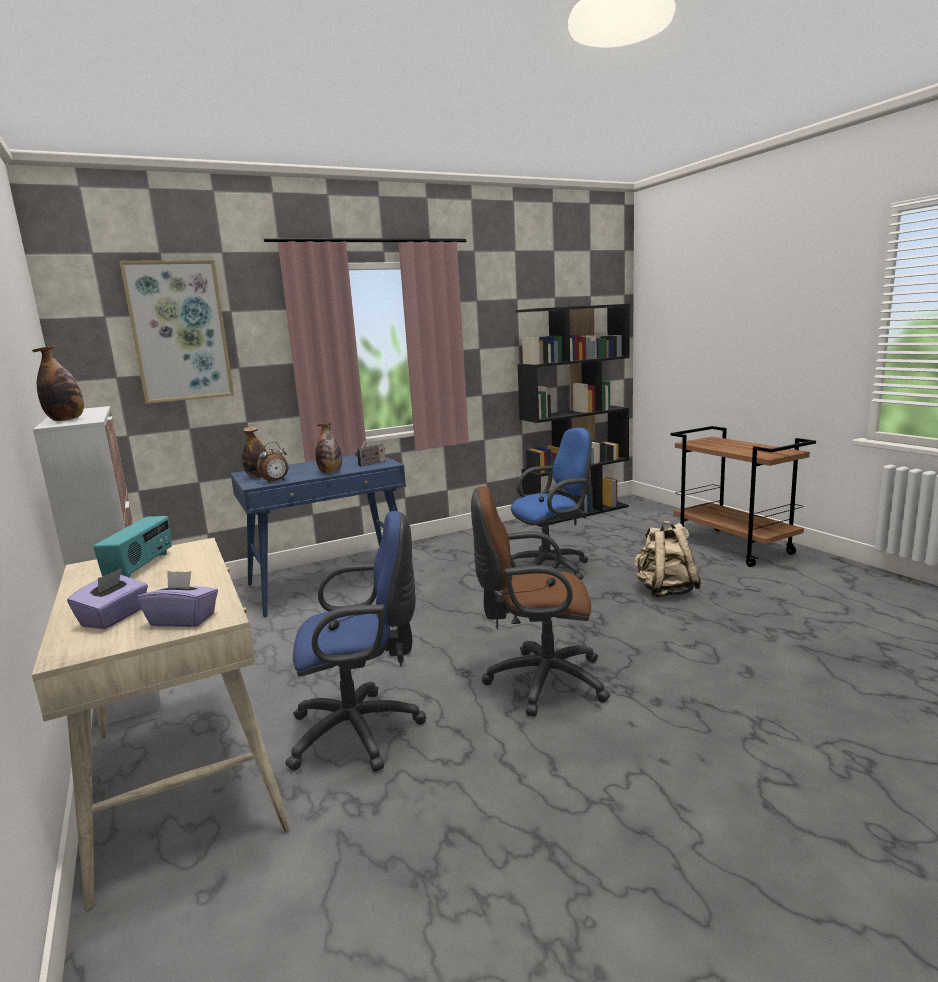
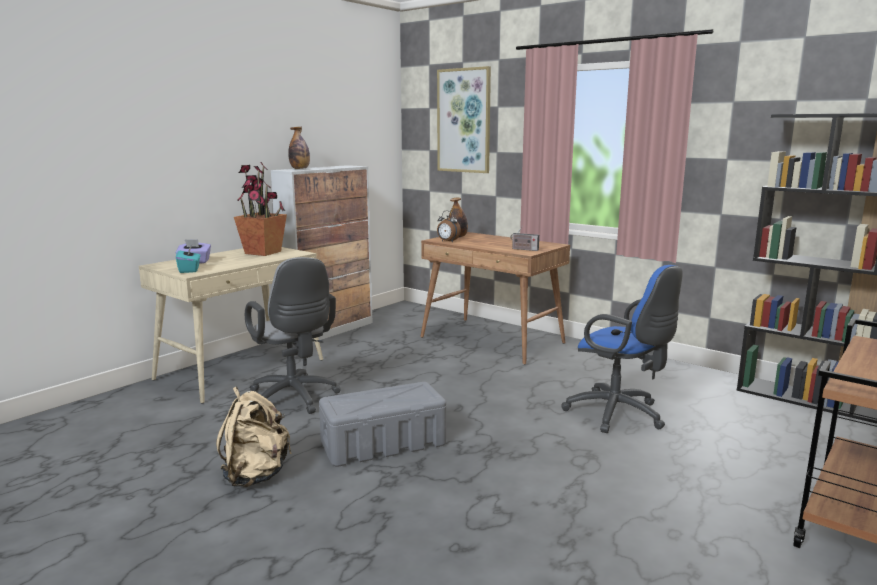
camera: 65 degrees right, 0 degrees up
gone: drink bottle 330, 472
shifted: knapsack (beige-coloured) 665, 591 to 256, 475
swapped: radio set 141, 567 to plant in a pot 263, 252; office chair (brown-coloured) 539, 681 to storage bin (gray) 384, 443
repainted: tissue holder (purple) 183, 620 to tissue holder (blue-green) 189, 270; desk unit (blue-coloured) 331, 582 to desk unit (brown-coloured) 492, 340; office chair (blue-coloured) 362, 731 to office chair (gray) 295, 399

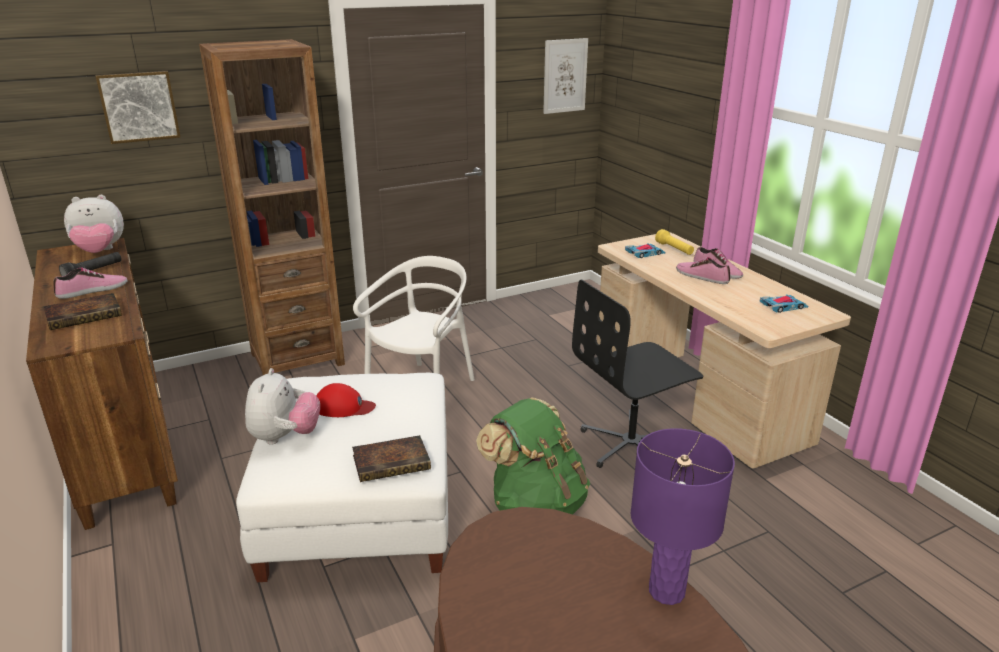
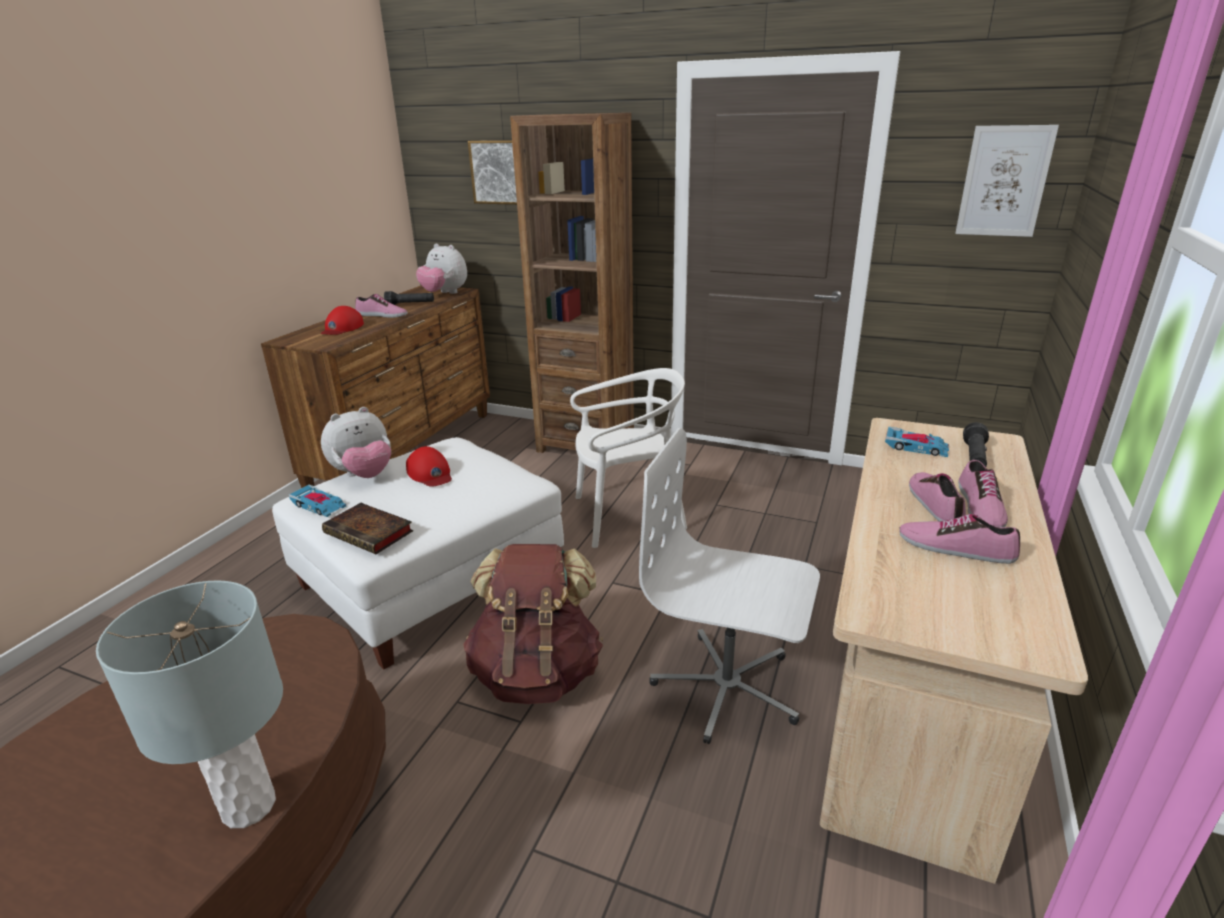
camera: 50 degrees right, 0 degrees up
new: item of footwear 955, 548
shifted: model car 783, 306 to 319, 505
swapped: bound book 86, 315 to baseball cap (reddish) 342, 328
repainted: knapsack (green-coloured) 535, 504 to knapsack (brown-coloured) 537, 673; office chair (black) 632, 445 to office chair (whitish) 727, 688; lamp for a table (purple) 666, 591 to lamp for a table (gray) 250, 806; hand torch (yellowish) 674, 249 to hand torch (black) 974, 458

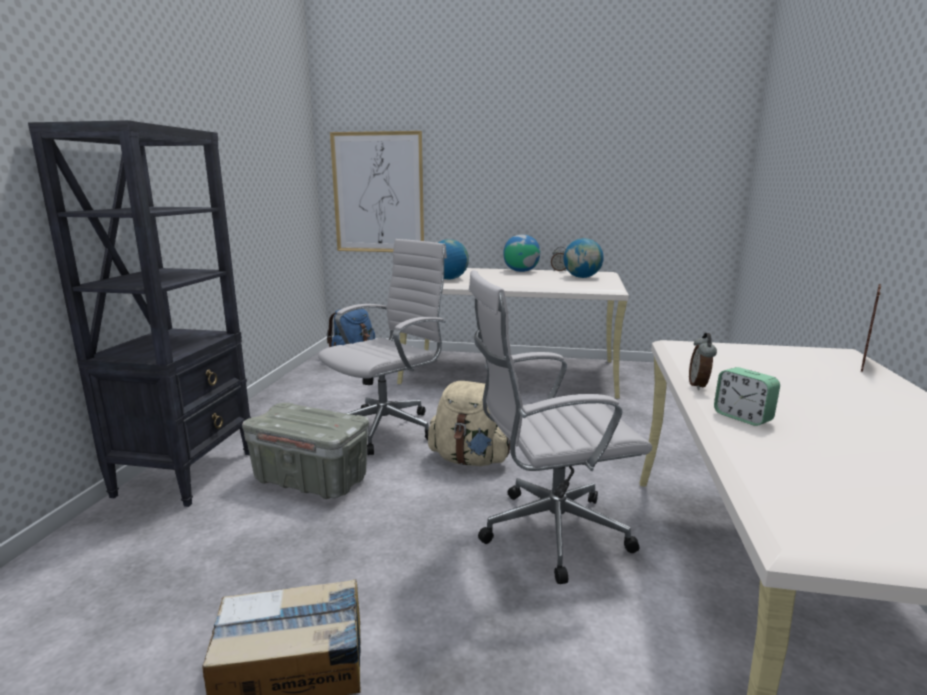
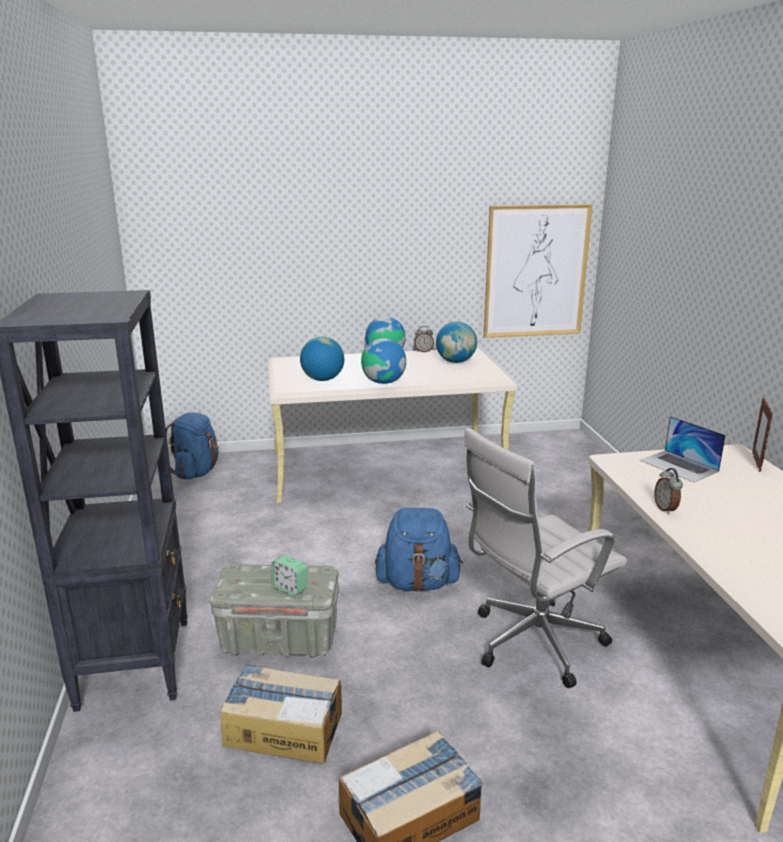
camera: 20 degrees left, 5 degrees up
gone: office chair (whitish) 389, 428
new: cardboard box 283, 728; globe 383, 382; laptop 679, 466
shifted: picture 378, 193 to 536, 271; alarm clock 742, 417 to 290, 588
repainted: knapsack (beige-coloured) 470, 459 to knapsack (blue-coloured) 418, 583

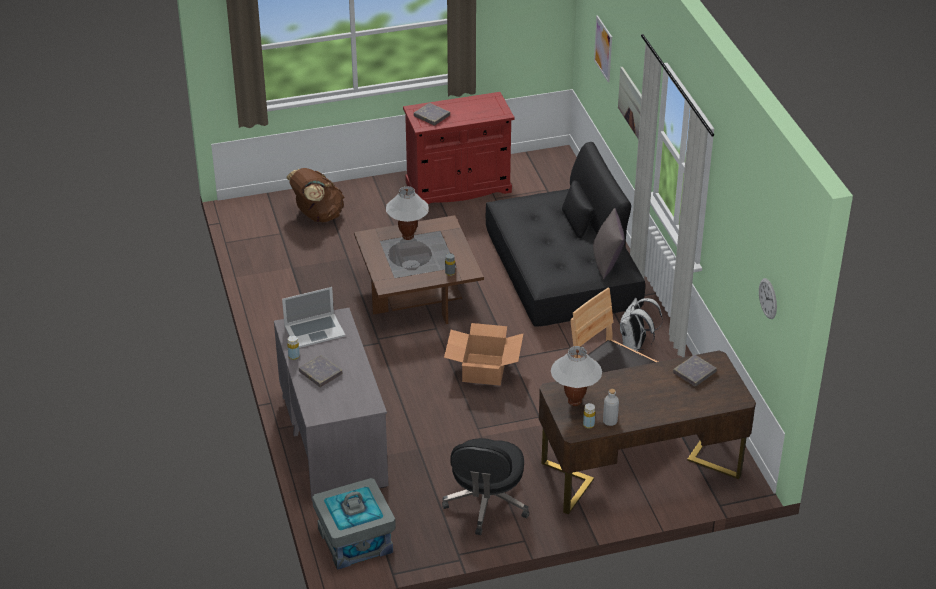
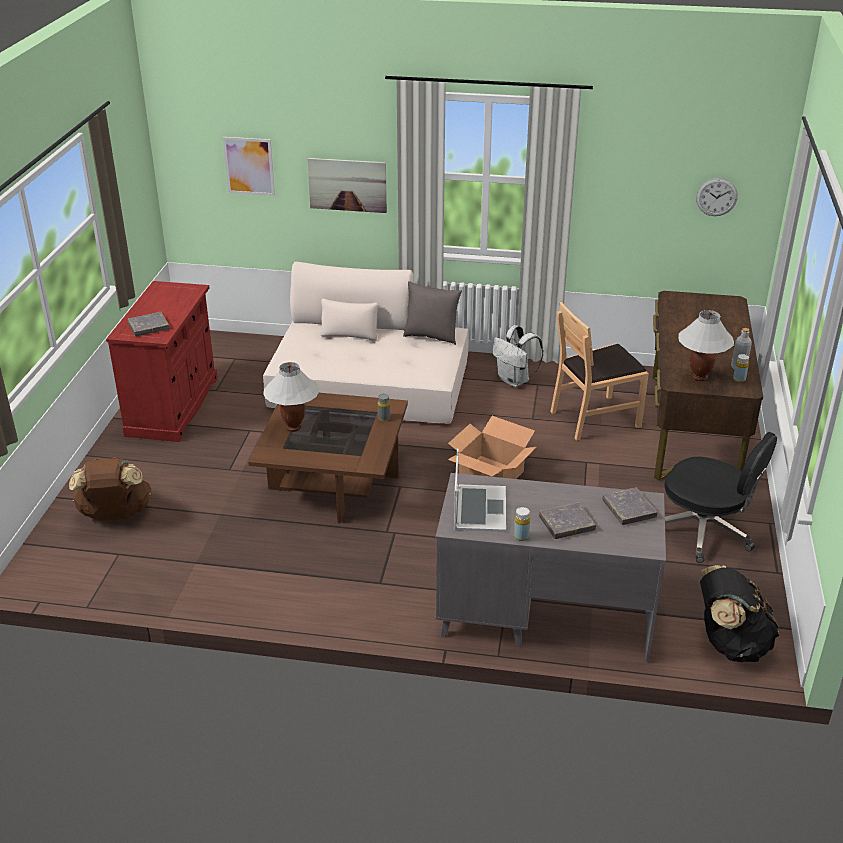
camera: 65 degrees left, 5 degrees down
shifted: bound book (gray) 694, 373 to 629, 509
swapped: storage bin (gray) 355, 540 to knapsack (black) 730, 644
repainted: couch (black) 562, 270 to couch (beige-coloured) 370, 386

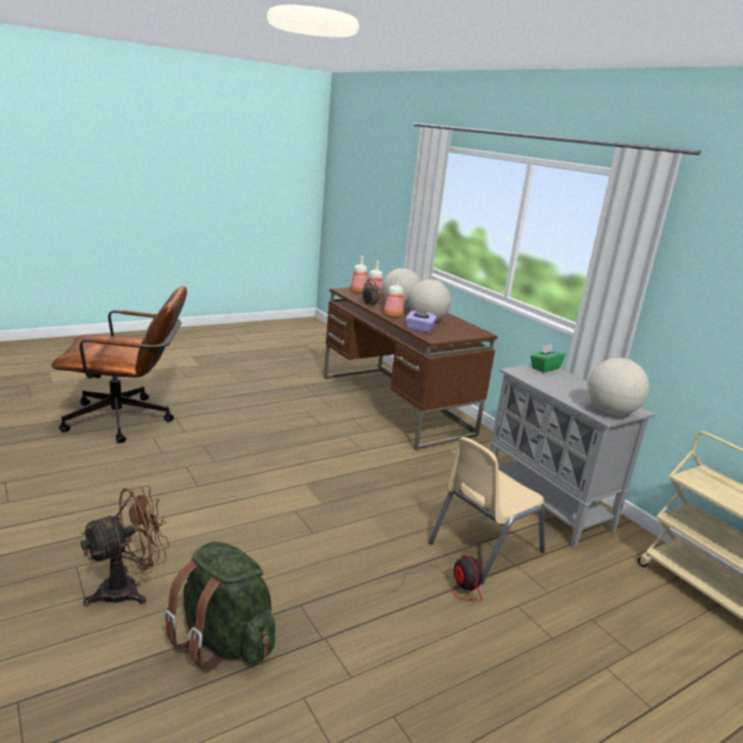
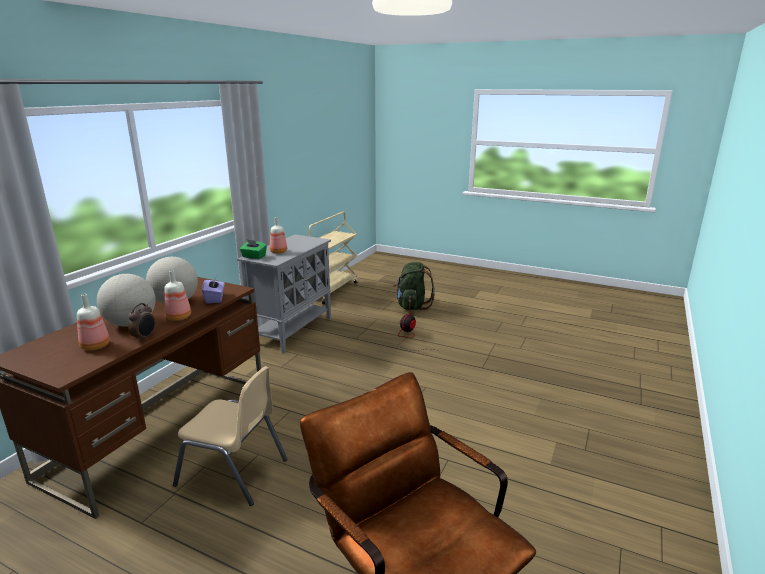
camera: 120 degrees left, 0 degrees up
gone: fan (brown-coloured) 129, 588; globe 611, 412
shifted: knapsack (green-coloured) 224, 641 to 412, 306; drink bottle 359, 292 to 278, 252; chair (beige-coloured) 484, 547 to 233, 472

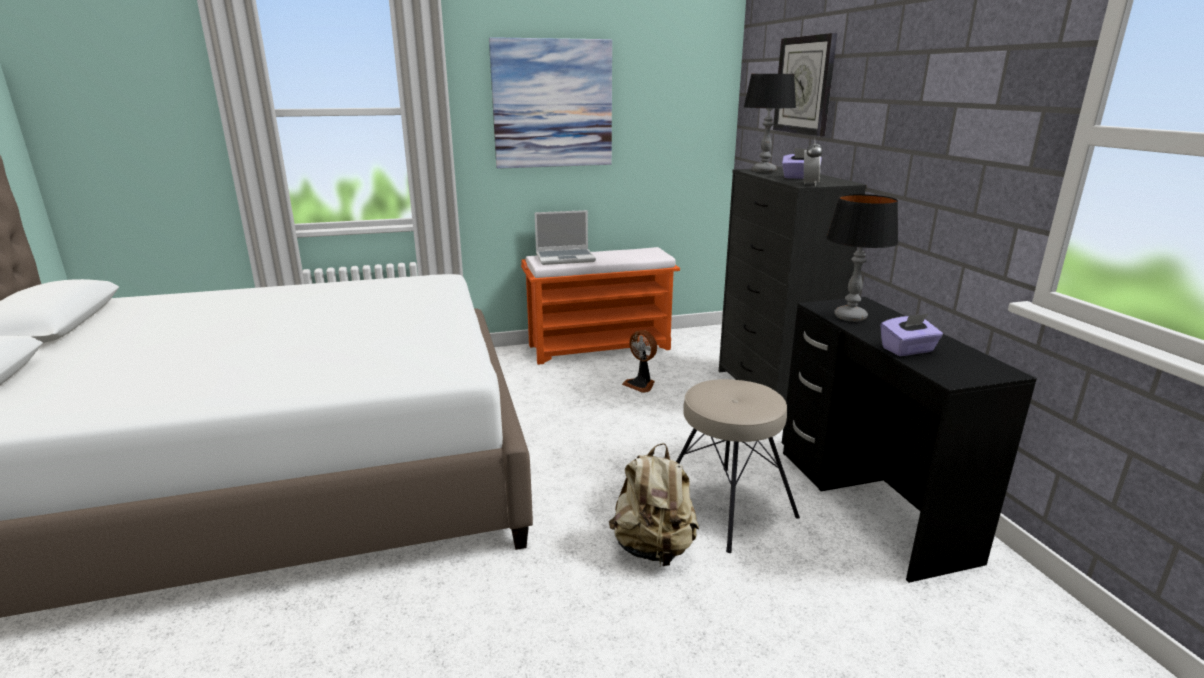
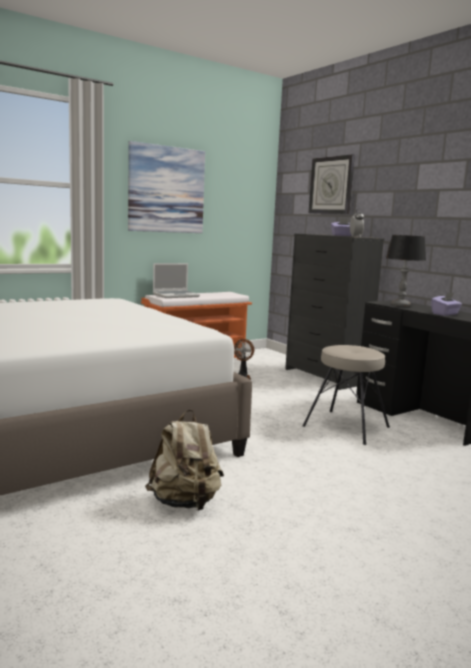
camera: 20 degrees left, 10 degrees down
gone: lamp for a table 764, 171
shifted: knapsack (beige-coloured) 653, 548 to 185, 502

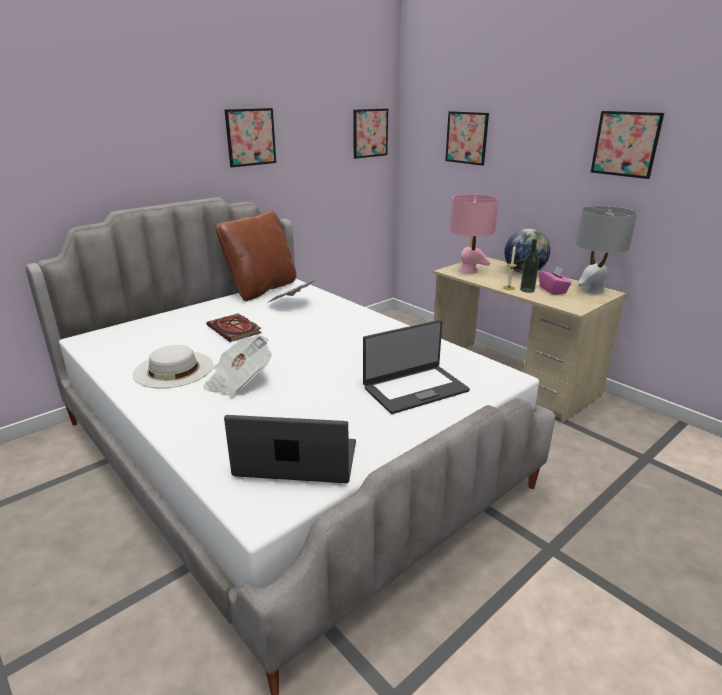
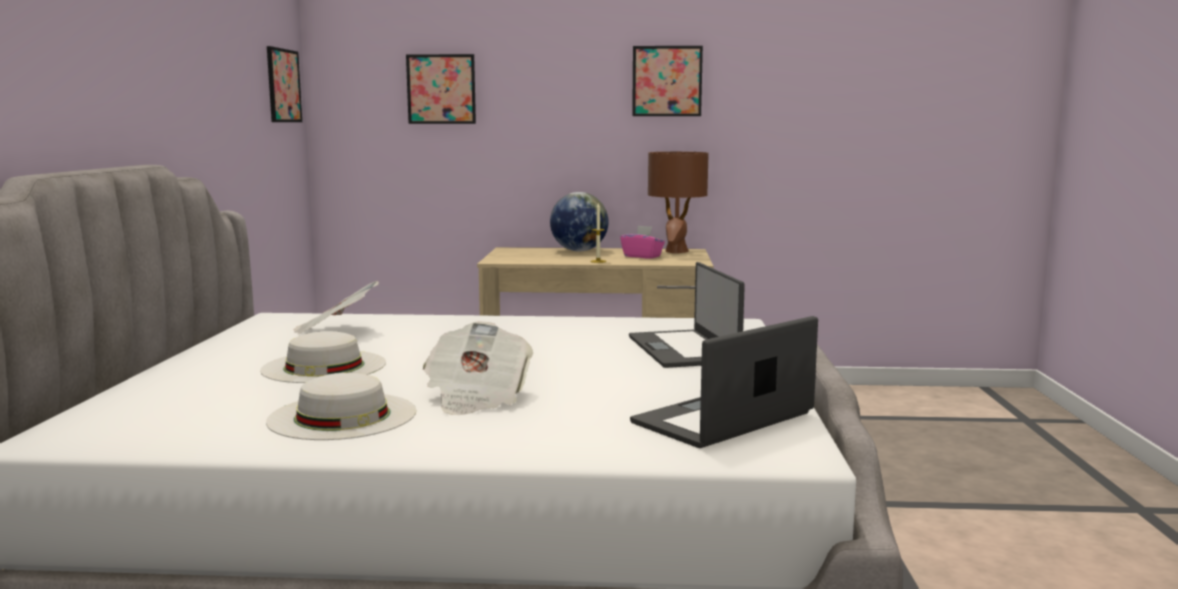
camera: 45 degrees left, 15 degrees down
gone: cushion (brown-coloured) 261, 289; picture 250, 137; lamp for a table (pinkish) 468, 271; drink bottle 527, 290
swapped: bound book 236, 330 to wearable hat (whitish) 324, 366
repainted: lamp for a table (gray) 593, 290 to lamp for a table (brown-coloured) 676, 251
rotated: laptop 415, 389 = 684, 349 150 degrees clockwise

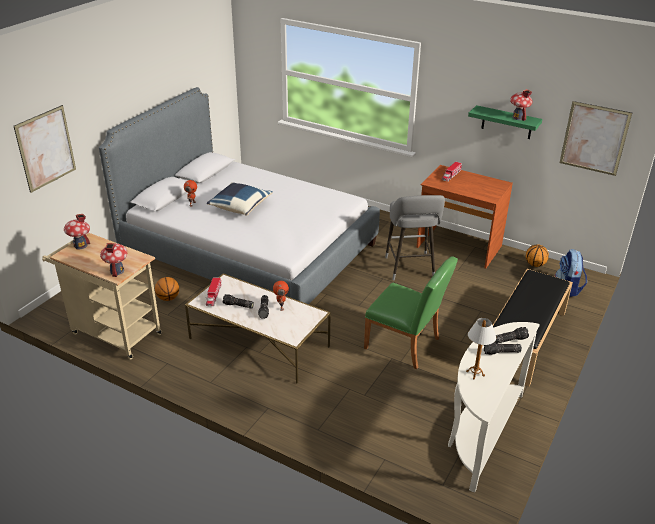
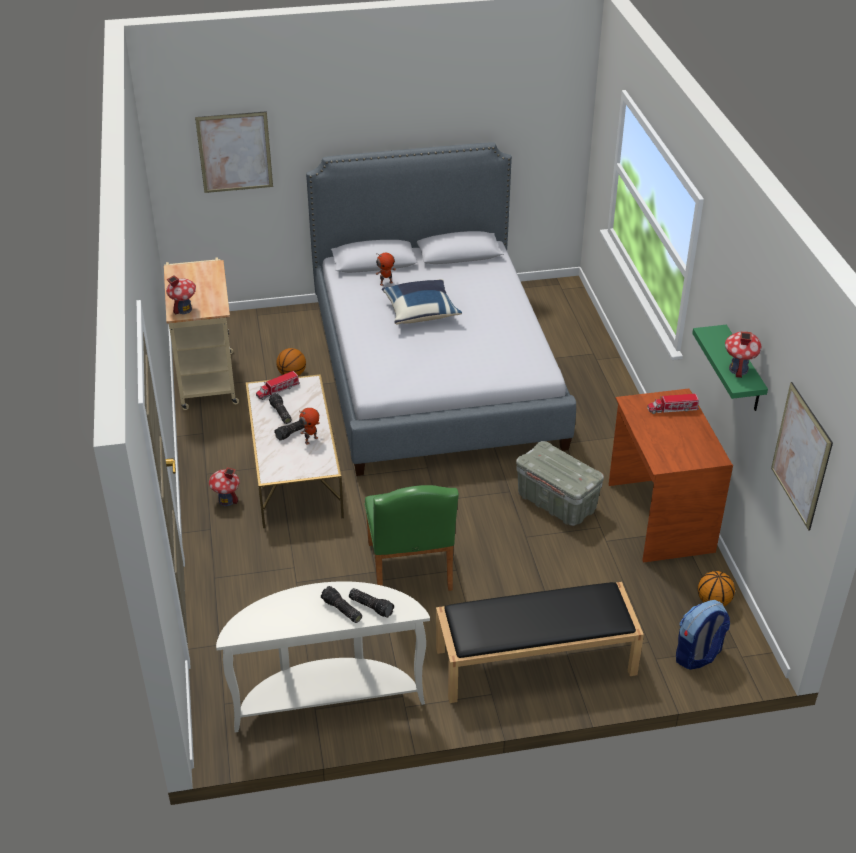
camera: 50 degrees right, 5 degrees up
gone: lamp for a table 475, 373
shifted: miniature house 80, 245 to 226, 500
swapped: sitting stool (gray) 410, 269 to storage bin (gray) 556, 502

